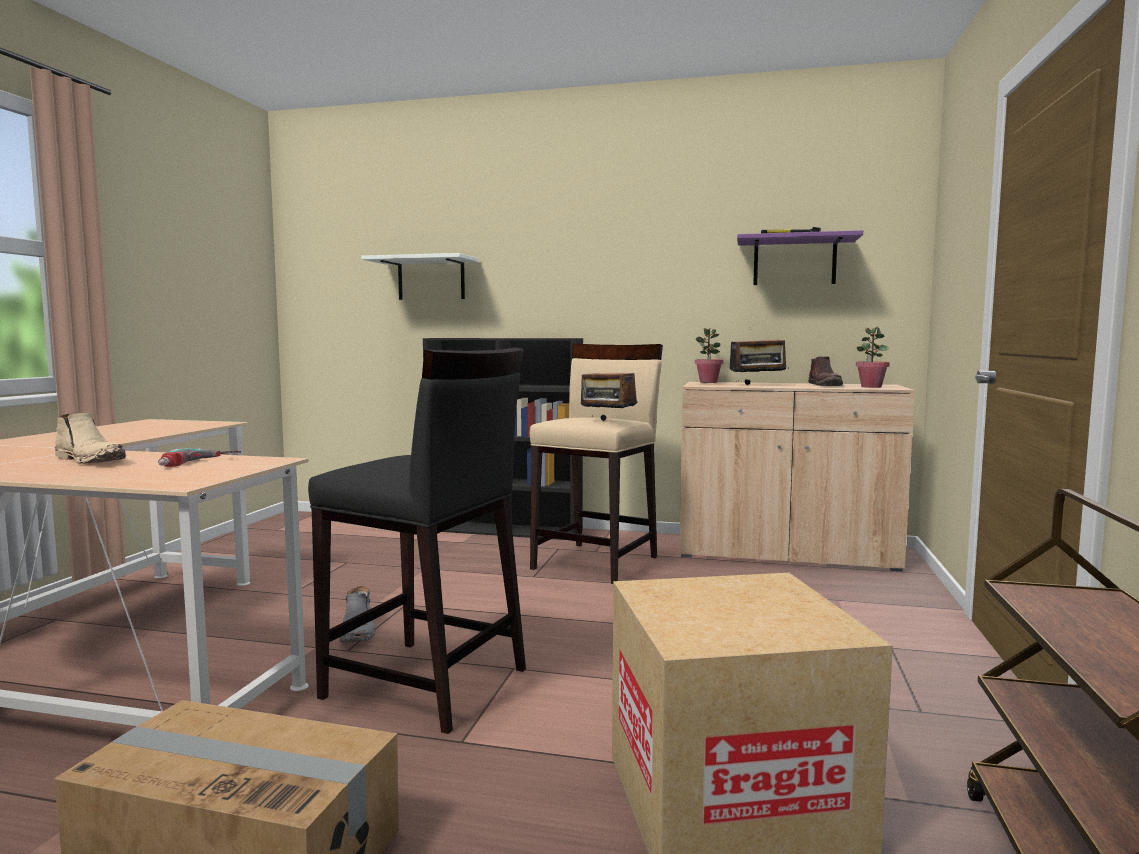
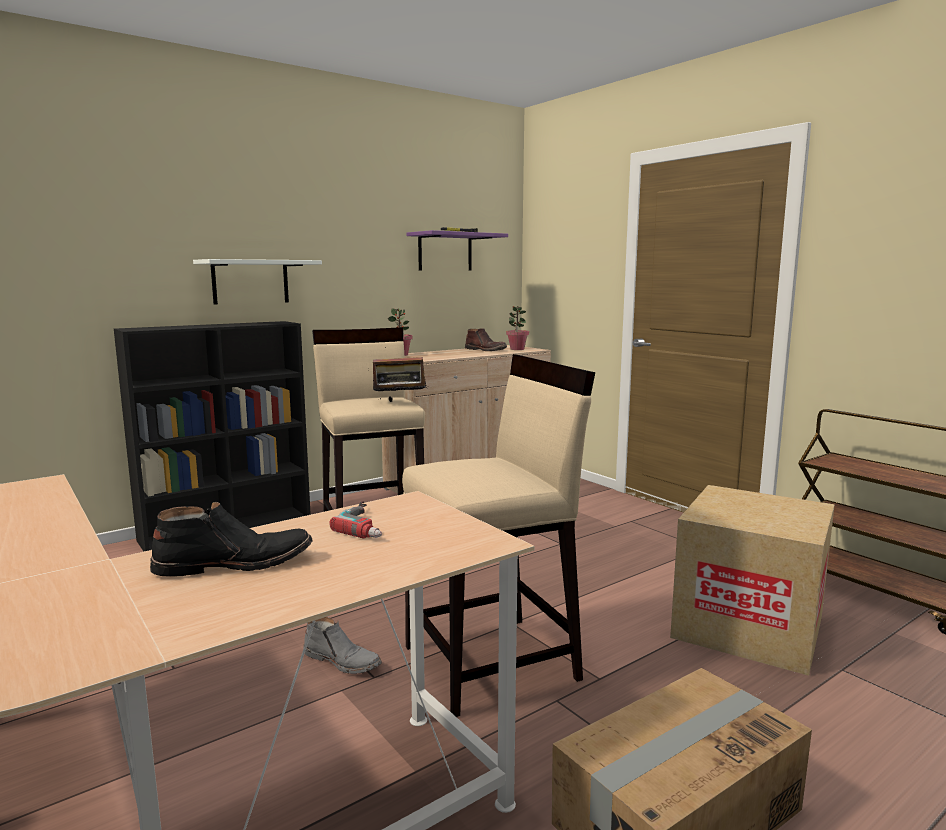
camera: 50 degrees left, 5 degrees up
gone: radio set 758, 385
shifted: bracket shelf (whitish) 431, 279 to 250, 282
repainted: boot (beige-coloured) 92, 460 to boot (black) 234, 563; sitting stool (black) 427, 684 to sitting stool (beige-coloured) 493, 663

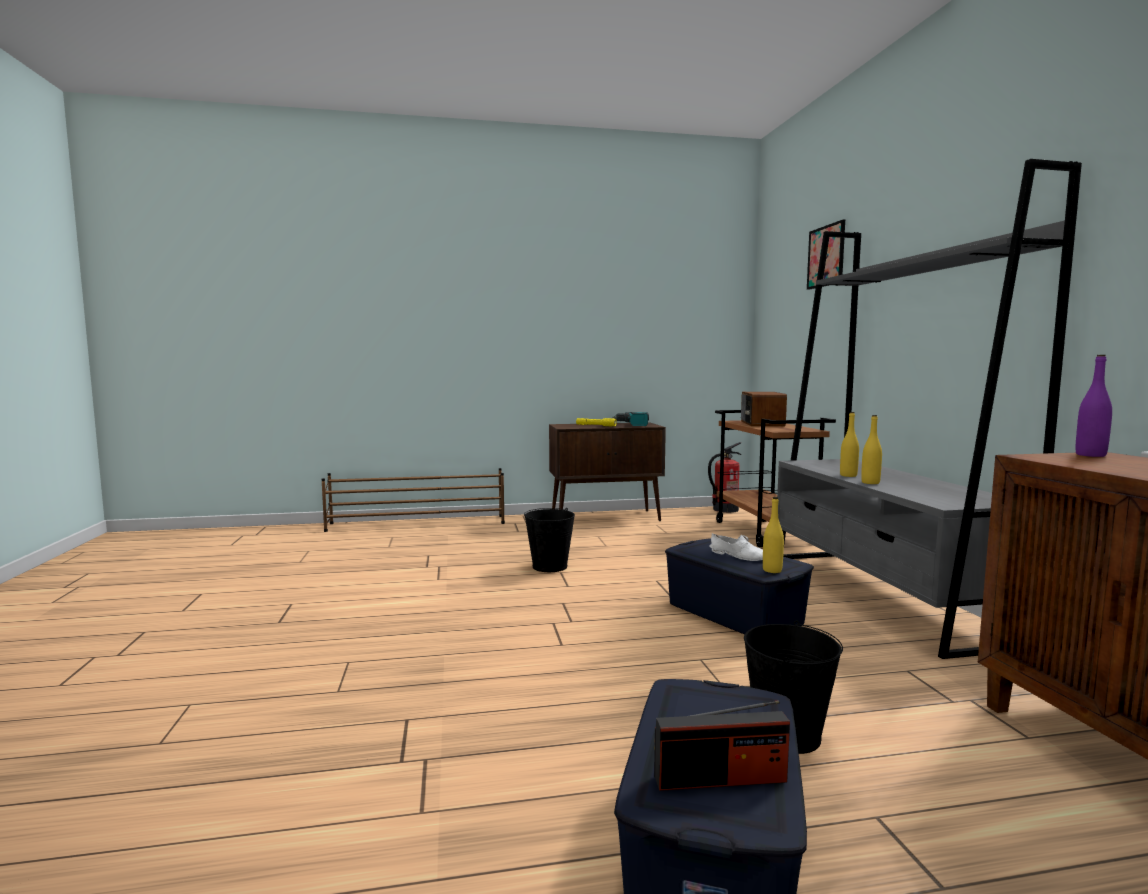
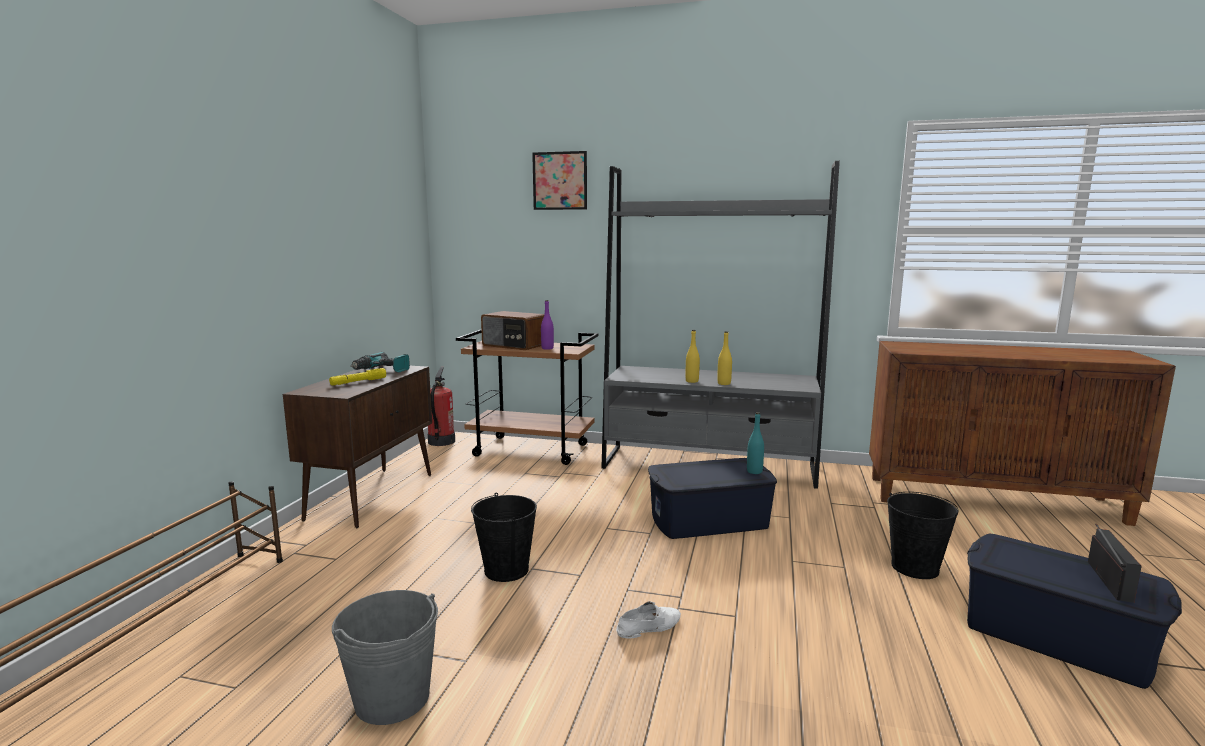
camera: 65 degrees left, 5 degrees up
new: pail (gray) 392, 698
shifted: item of footwear (whitish) 739, 555 to 648, 626; drink bottle (purple) 1090, 455 to 547, 348
repainted: drink bottle (yellowish) 772, 570 to drink bottle (blue-green) 754, 471

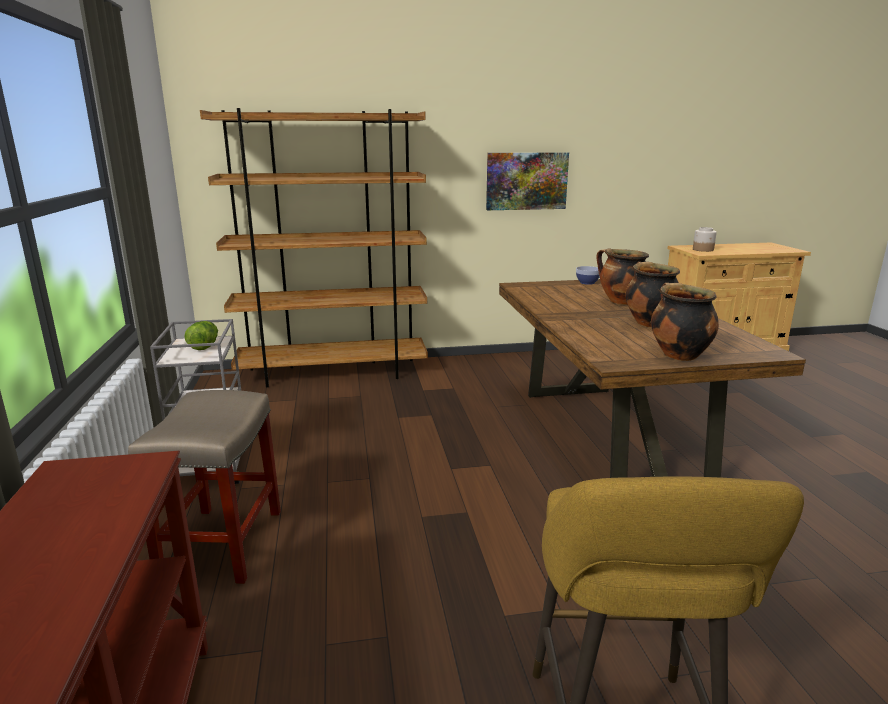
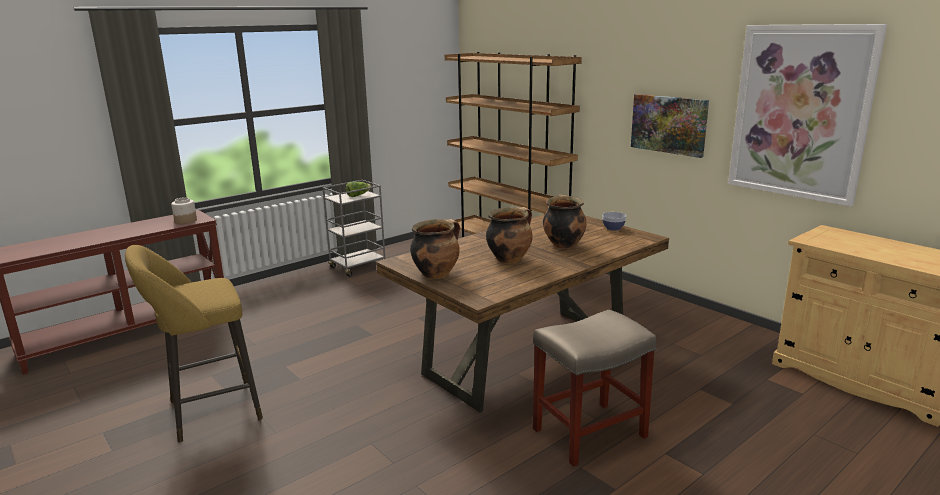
camera: 60 degrees right, 0 degrees up
new: picture 800, 112
shifted: sitting stool (beige-coloured) 222, 545 to 588, 433; preserve jar 703, 250 to 185, 221

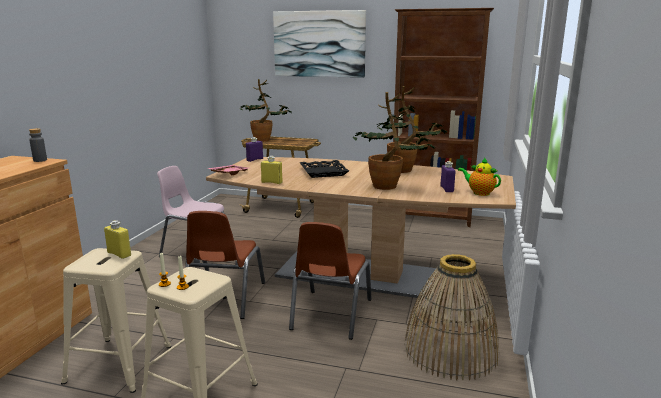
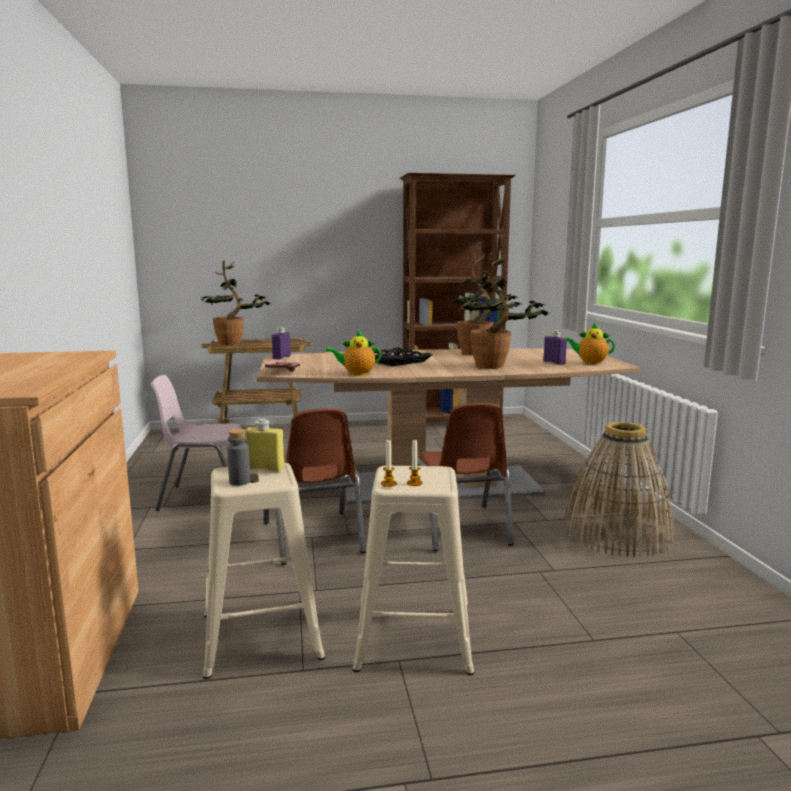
camera: 25 degrees left, 5 degrees down
gone: picture 319, 44
shifted: drink bottle (gray) 40, 160 to 239, 482
swapped: drink bottle (yellowish) 272, 182 to pot for tea 356, 373

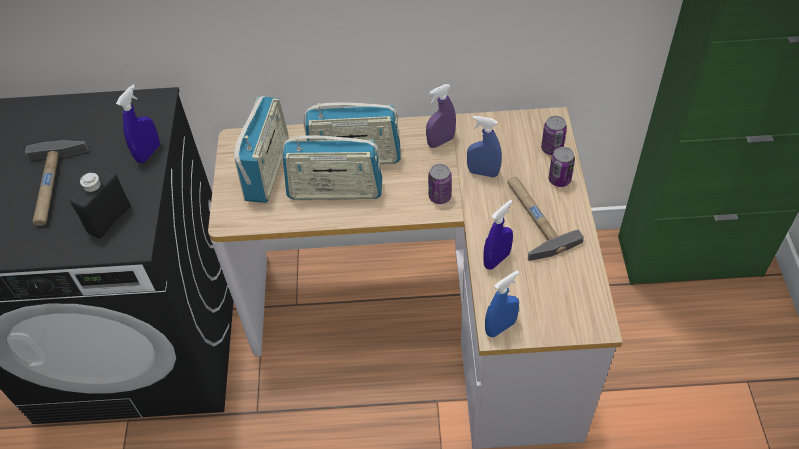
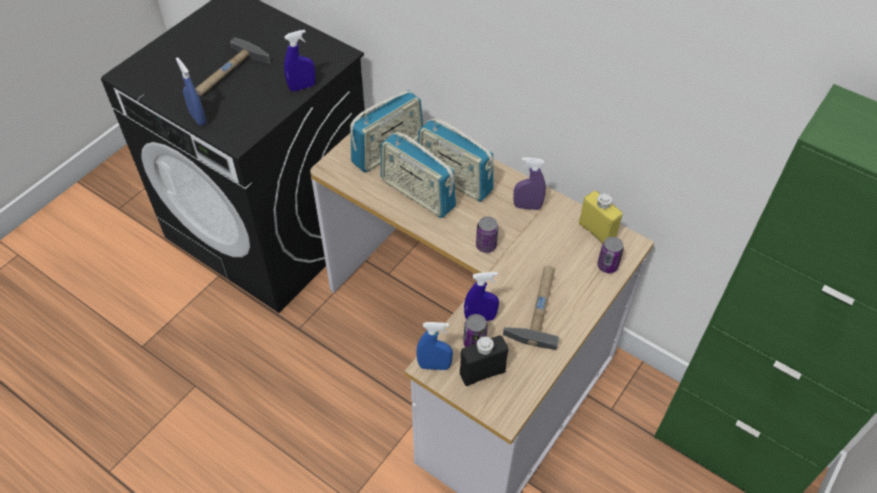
camera: 35 degrees right, 0 degrees up
new: drink bottle (yellowish) 596, 231
shifted: drink bottle (black) 109, 219 to 482, 372; sprayer (blue-coloured) 483, 172 to 198, 118; can 559, 179 to 474, 343

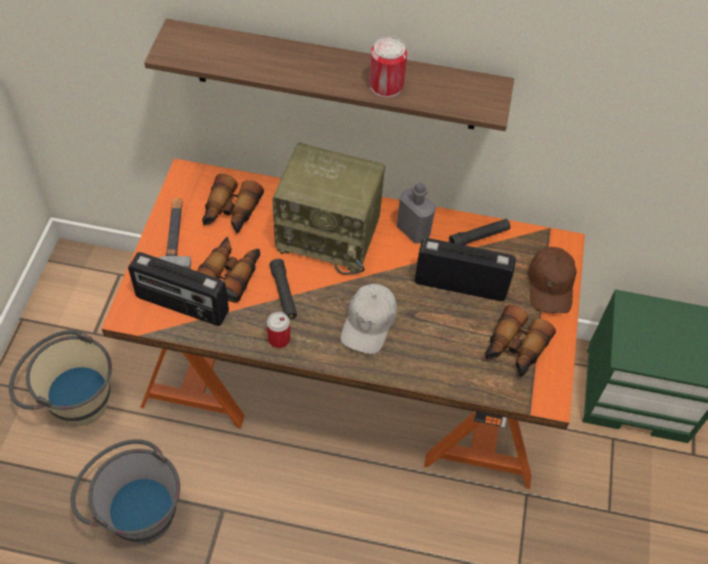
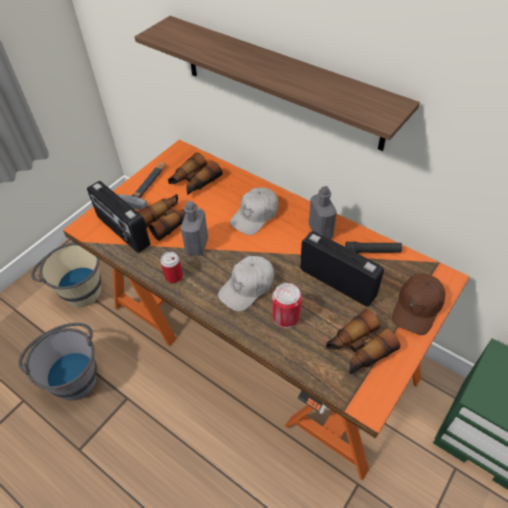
camera: 30 degrees right, 5 degrees down
shifted: can 386, 85 to 286, 316
swapped: hand torch (black) 283, 293 to drink bottle (gray) 197, 245; radio set 330, 235 to baseball cap (whitish) 255, 216

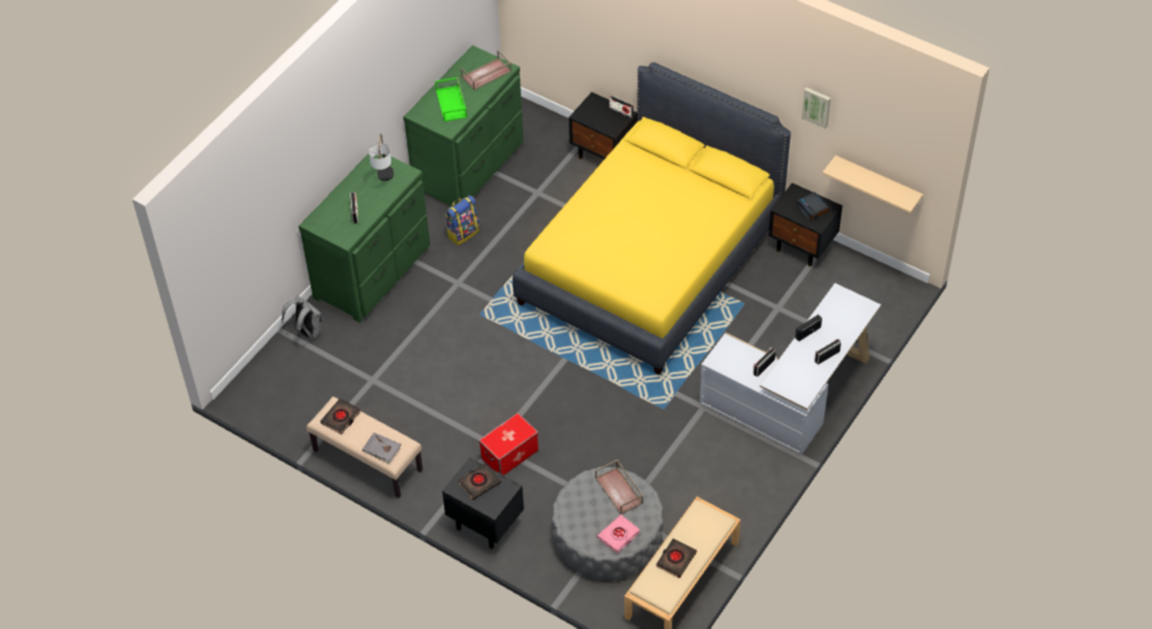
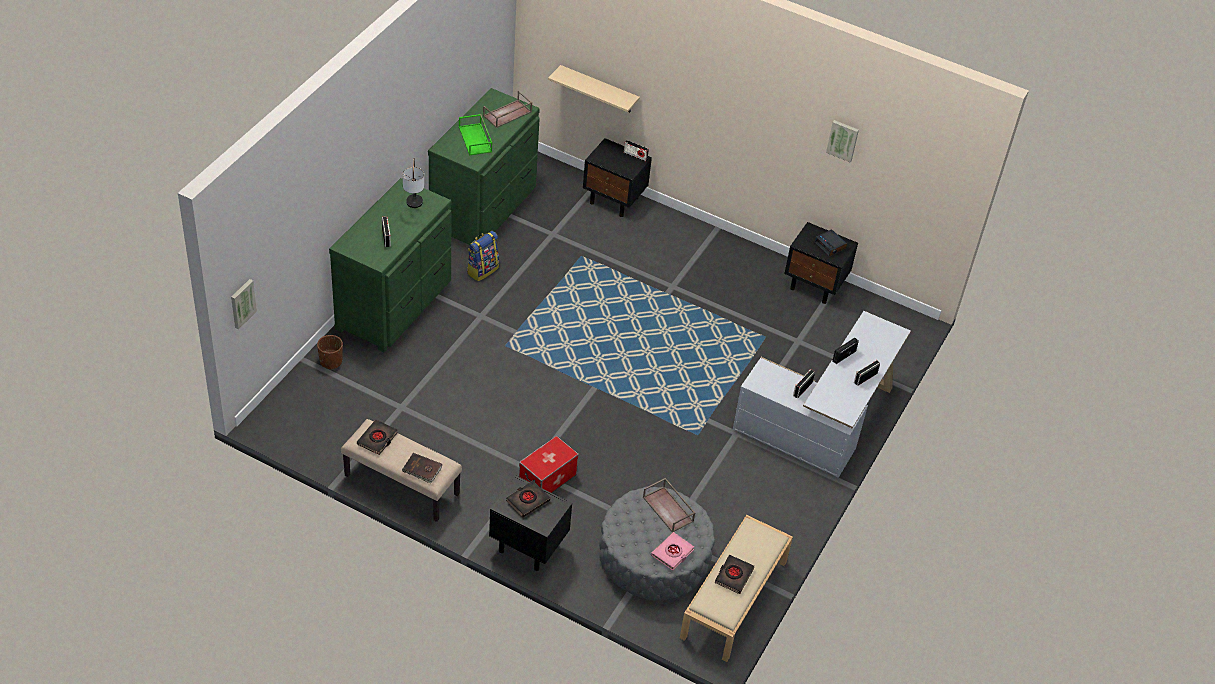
camera: 10 degrees left, 5 degrees down
gone: sleeping bed (yellowish) 651, 261
new: picture 242, 303
shifted: bracket shelf (beige-coloured) 877, 182 to 599, 89
swapped: knapsack (gray) 307, 332 to plant pot (brown-coloured) 331, 361
repainted: bound book (gray) 381, 449 to bound book (brown-coloured) 422, 469

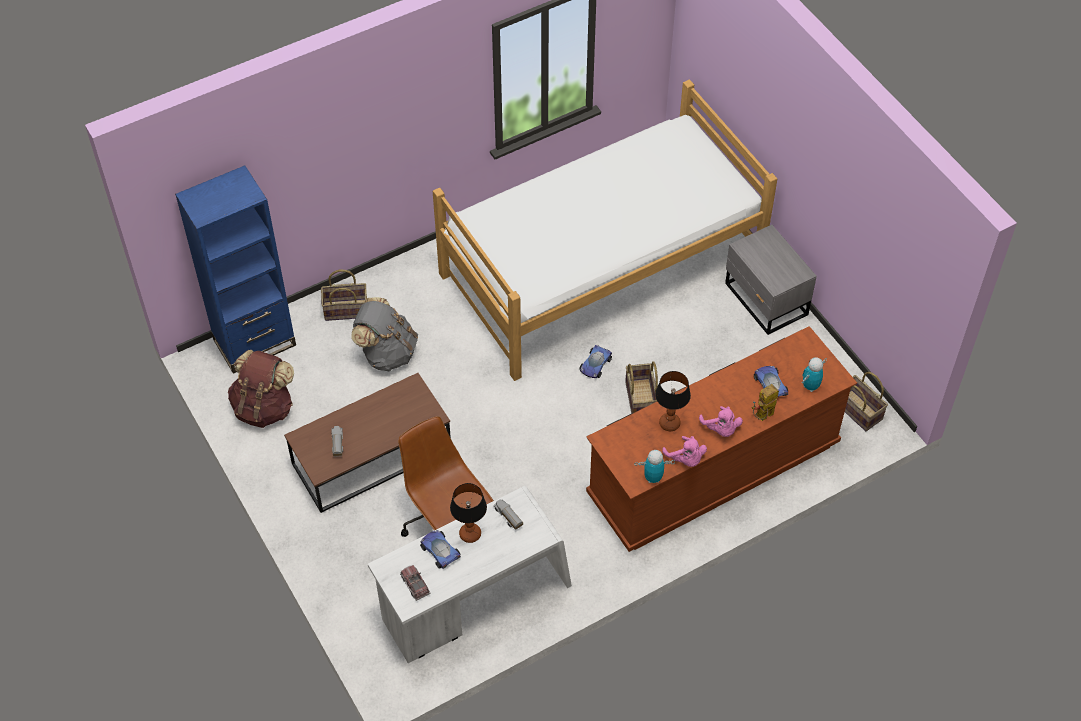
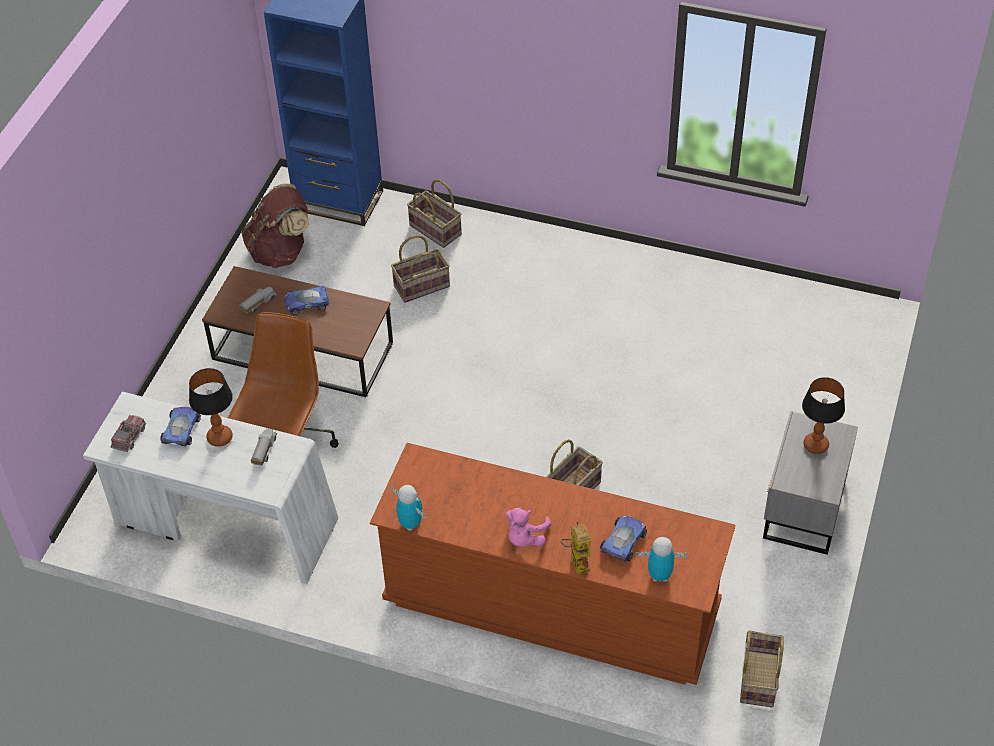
camera: 50 degrees right, 5 degrees down
gone: sleeping bed 602, 268; soft toy (pinkish) 685, 459
shifted: model car 595, 365 to 306, 303; lamp for a table 669, 423 to 815, 444
swapped: knapsack (gray) 387, 352 to basket 421, 285
rotated: toy robot 762, 417 = 576, 561 60 degrees clockwise

